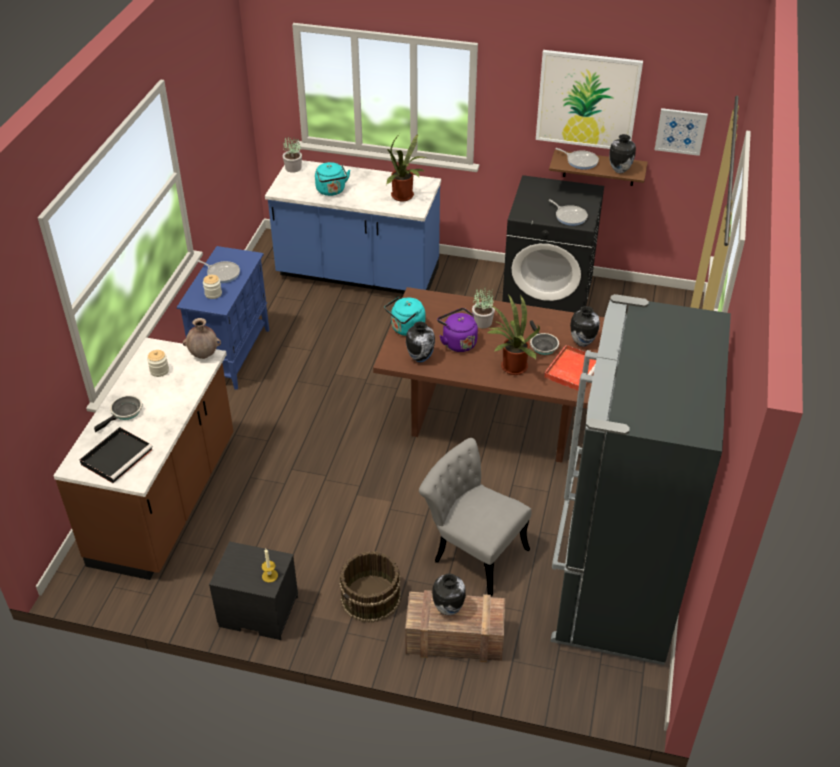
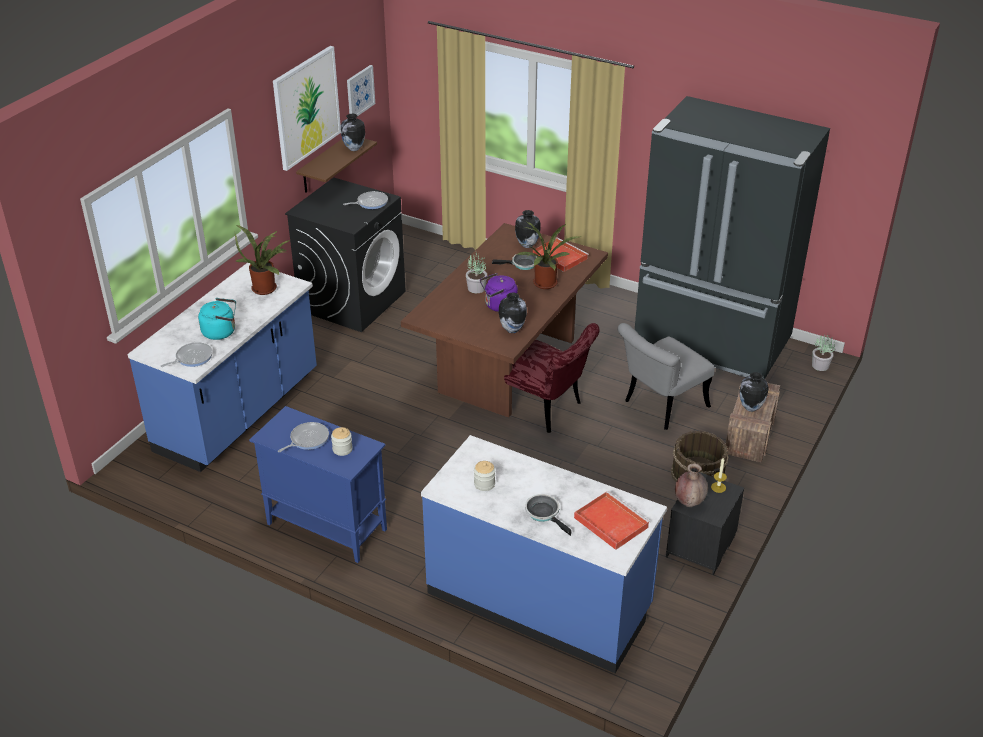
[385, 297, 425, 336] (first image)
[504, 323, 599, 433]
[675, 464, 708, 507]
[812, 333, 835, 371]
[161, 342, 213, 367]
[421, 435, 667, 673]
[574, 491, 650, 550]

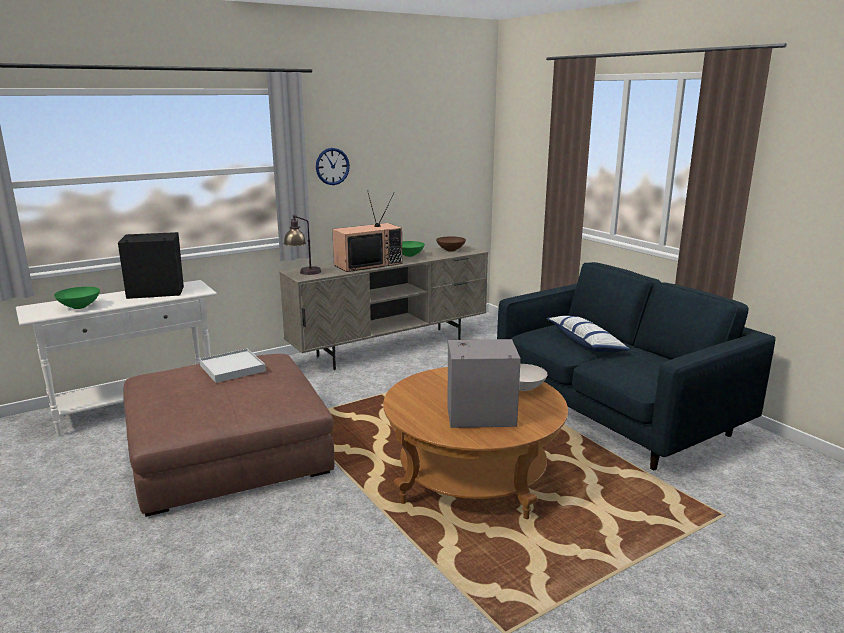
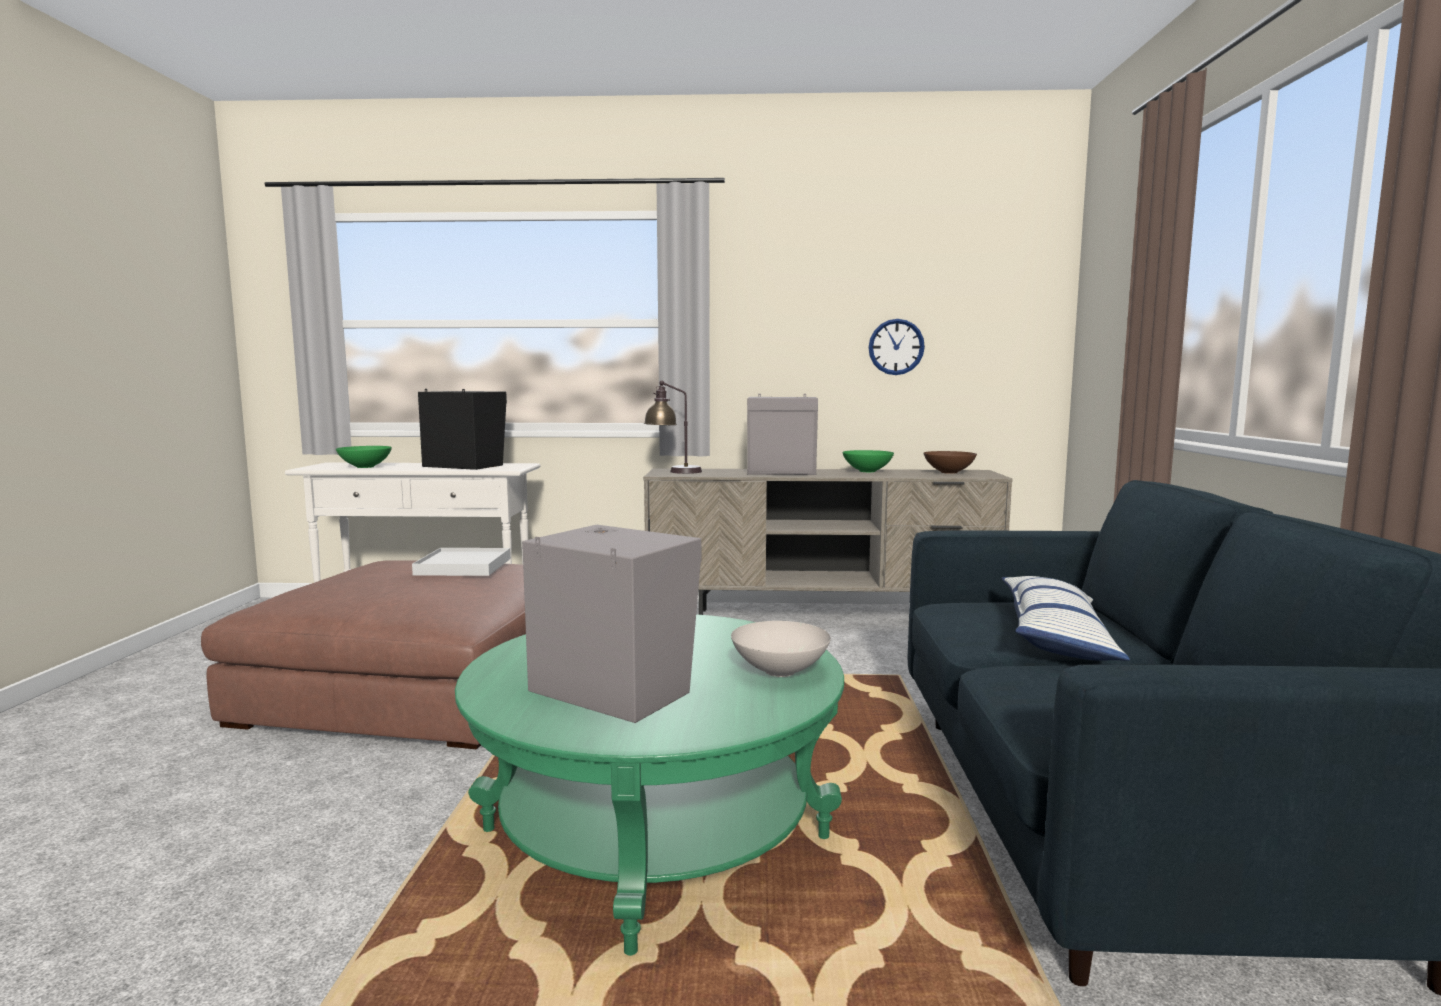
[868, 319, 925, 375]
[747, 394, 818, 475]
[455, 615, 844, 956]

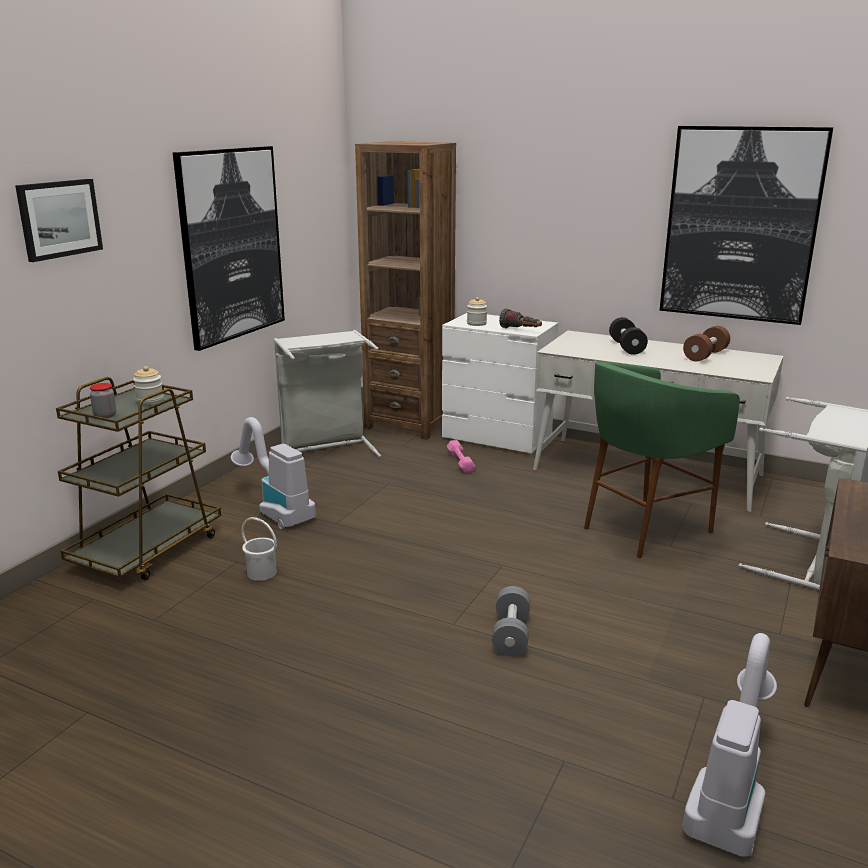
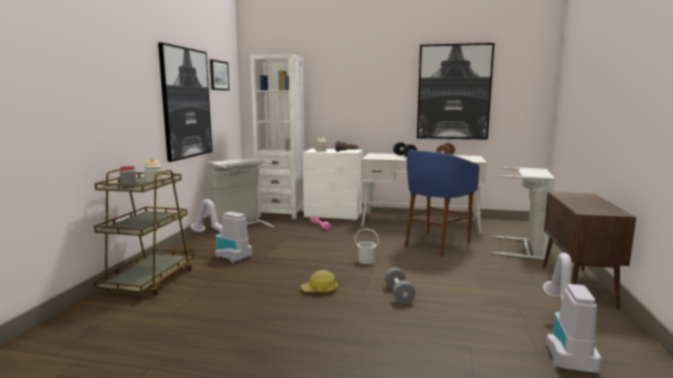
[301, 270, 338, 292]
[210, 59, 229, 91]
[355, 228, 379, 264]
[250, 54, 304, 219]
[405, 151, 479, 256]

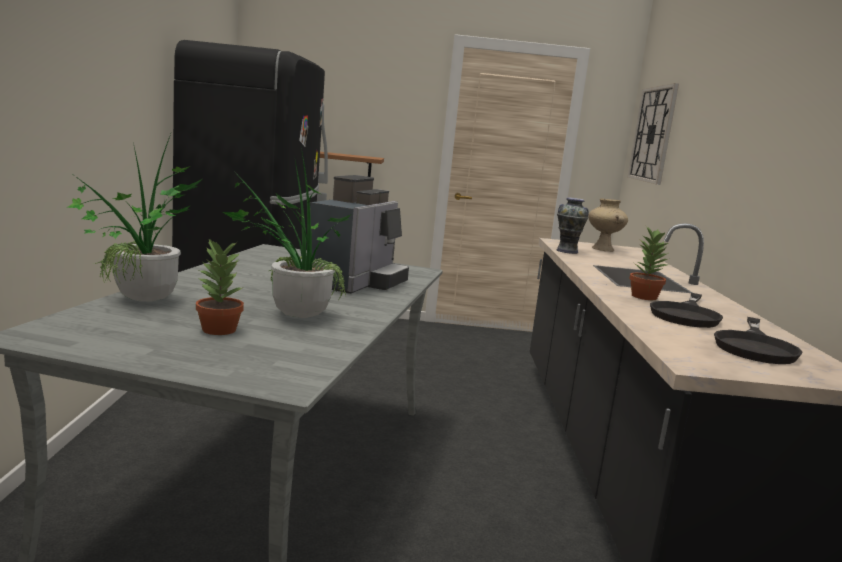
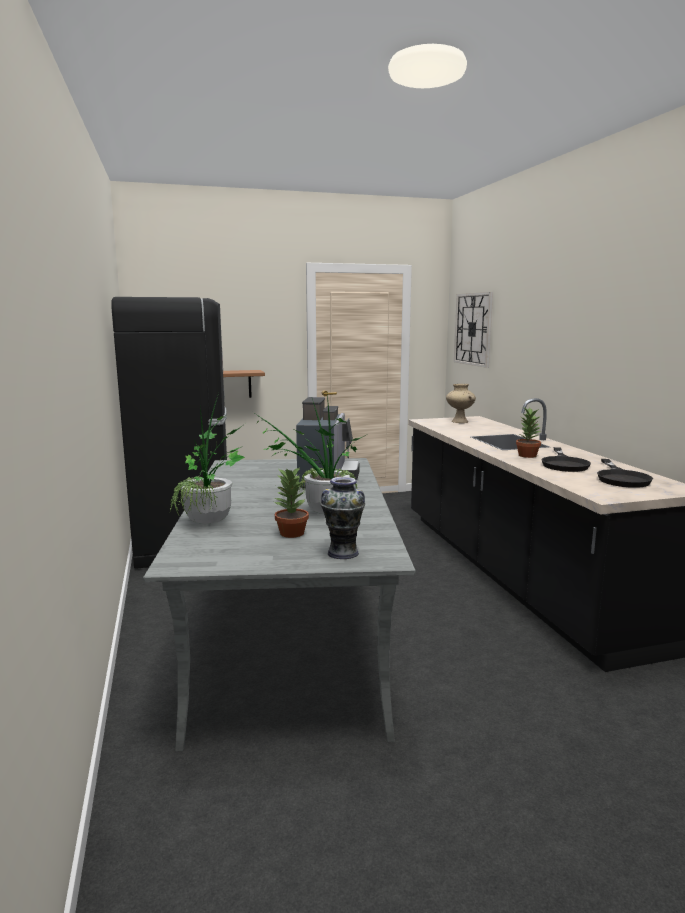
[320, 477, 365, 559]

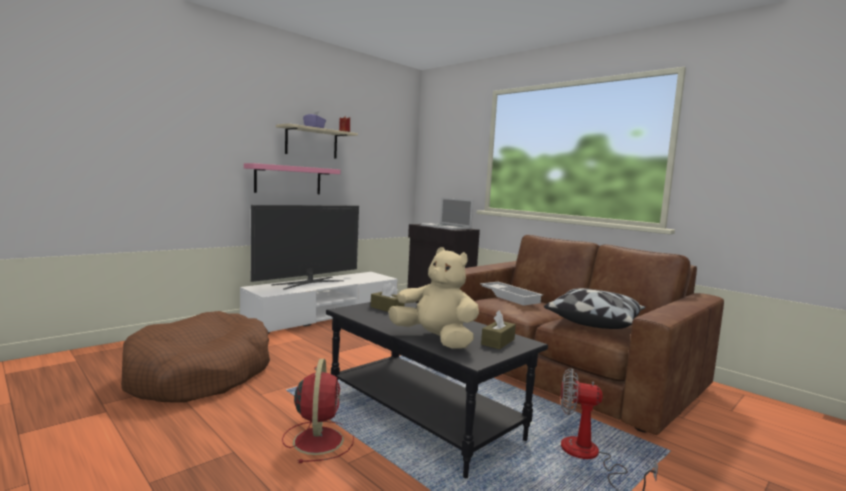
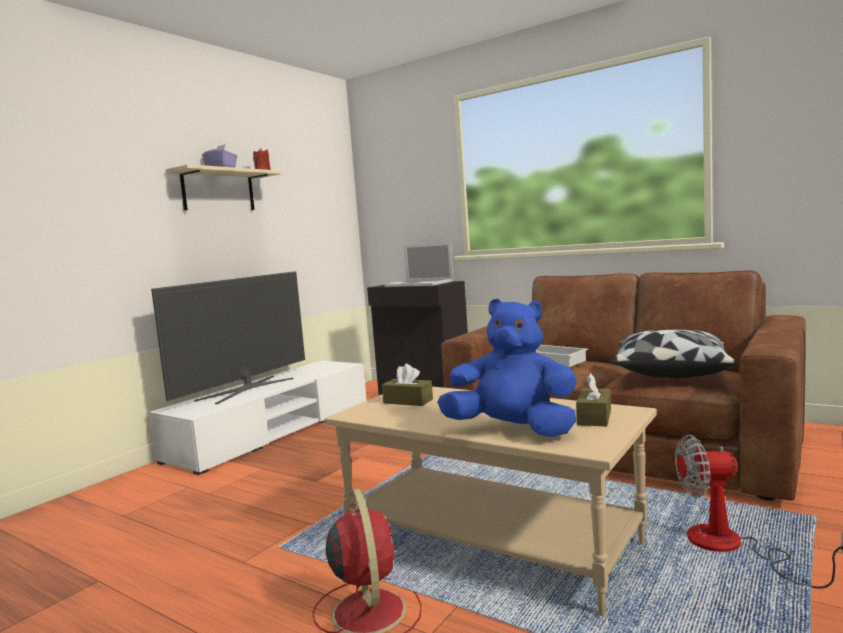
[121, 311, 270, 403] (first image)
[244, 163, 341, 194] (first image)
[324, 386, 657, 616]
[437, 299, 577, 437]

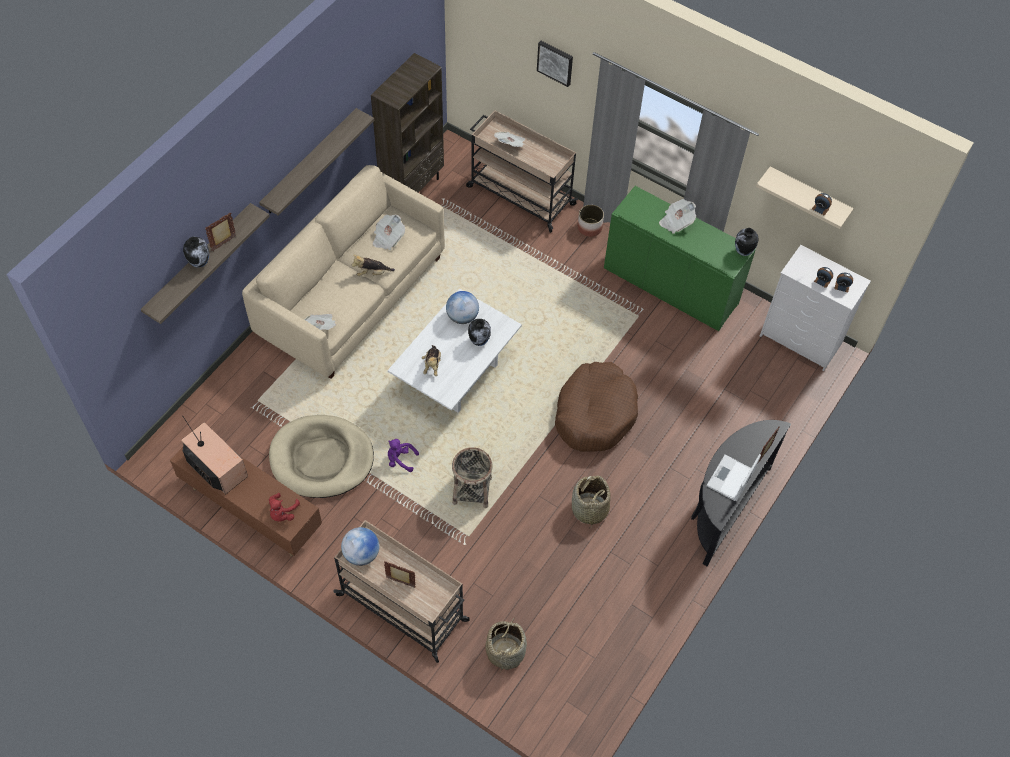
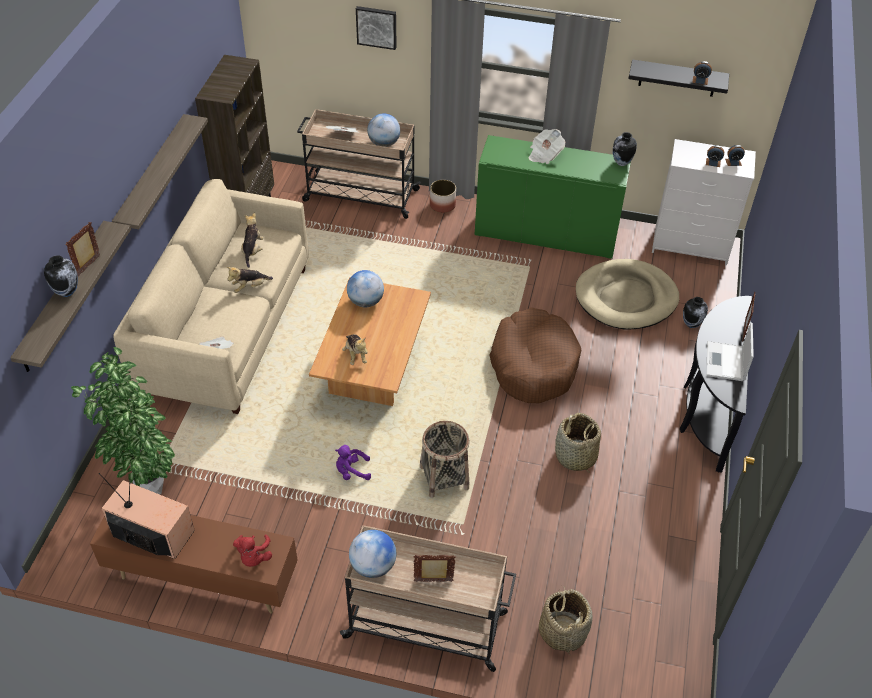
[71, 347, 175, 495]
[367, 114, 400, 147]
[576, 259, 679, 329]
[683, 297, 708, 328]
[241, 213, 264, 268]
[309, 277, 431, 406]
[628, 59, 729, 97]

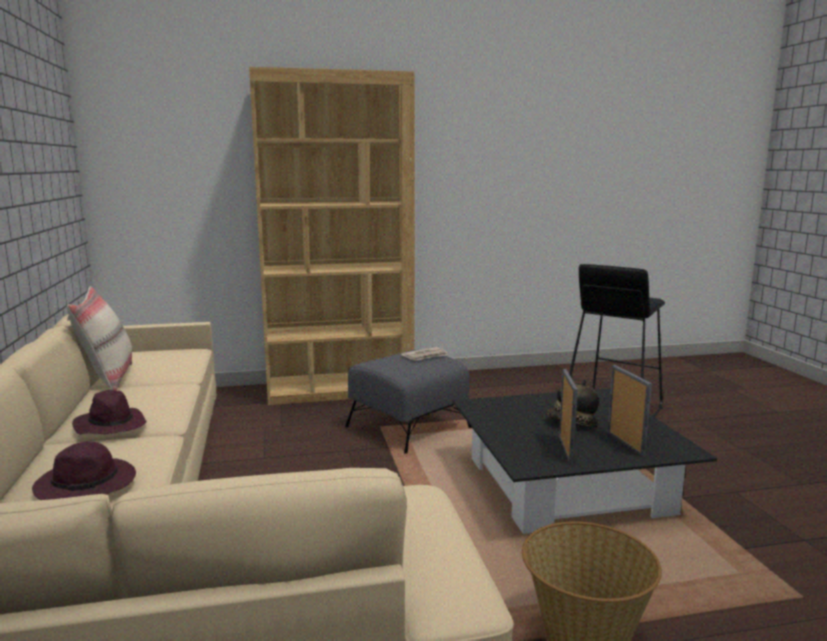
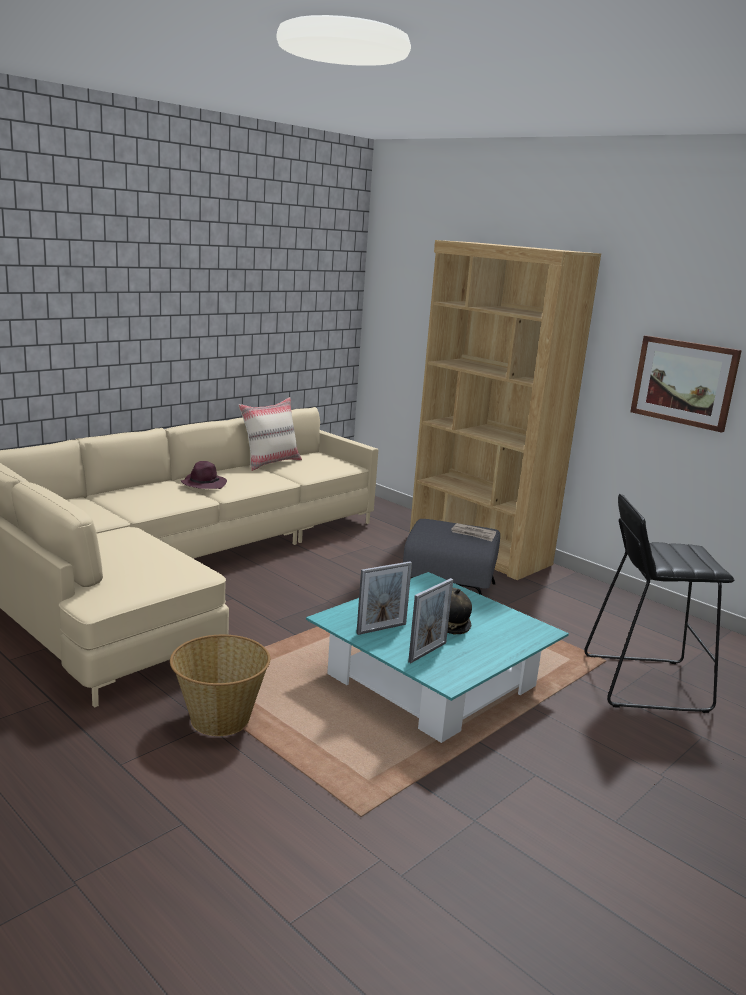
[32, 441, 136, 500] (first image)
[630, 335, 742, 433]
[306, 572, 569, 743]

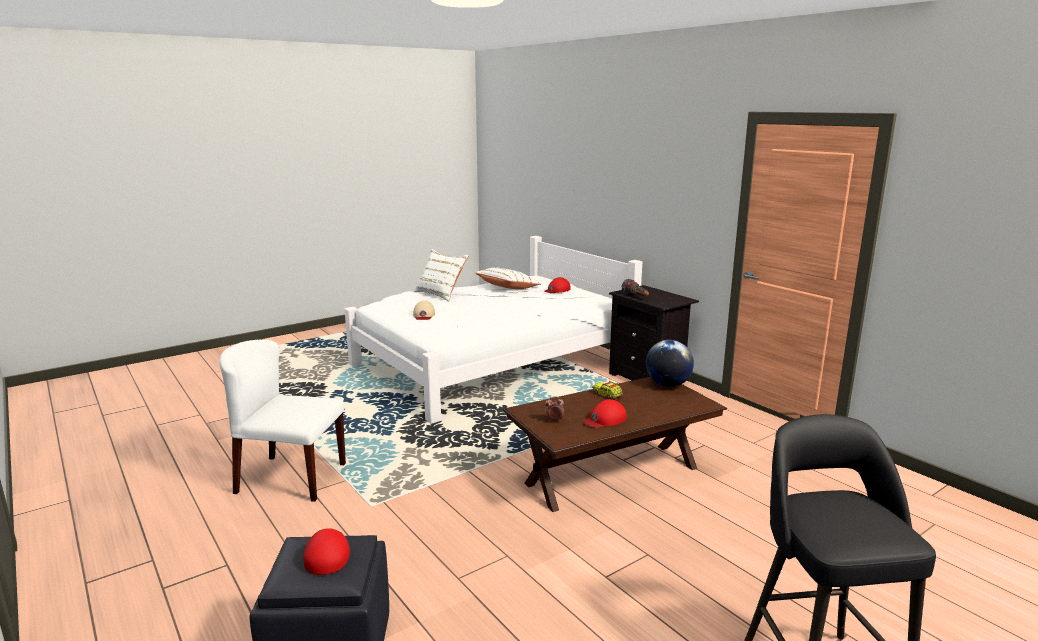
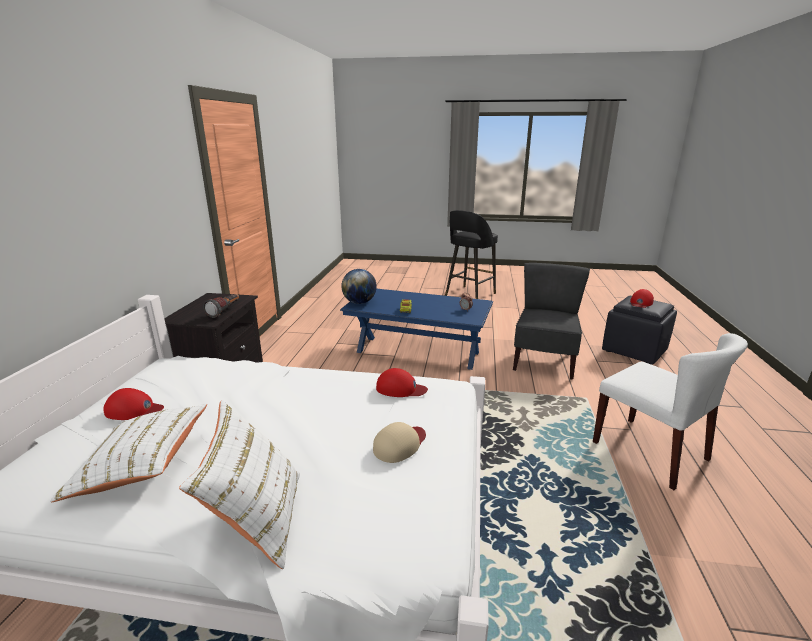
[513, 263, 590, 380]
[376, 368, 428, 397]
[340, 289, 493, 370]

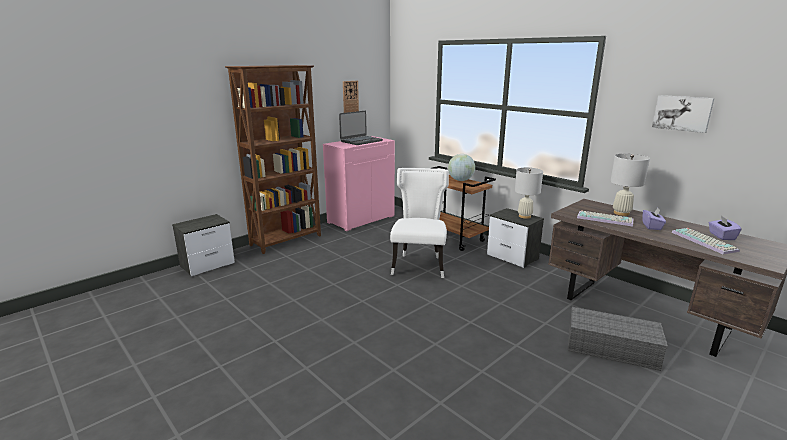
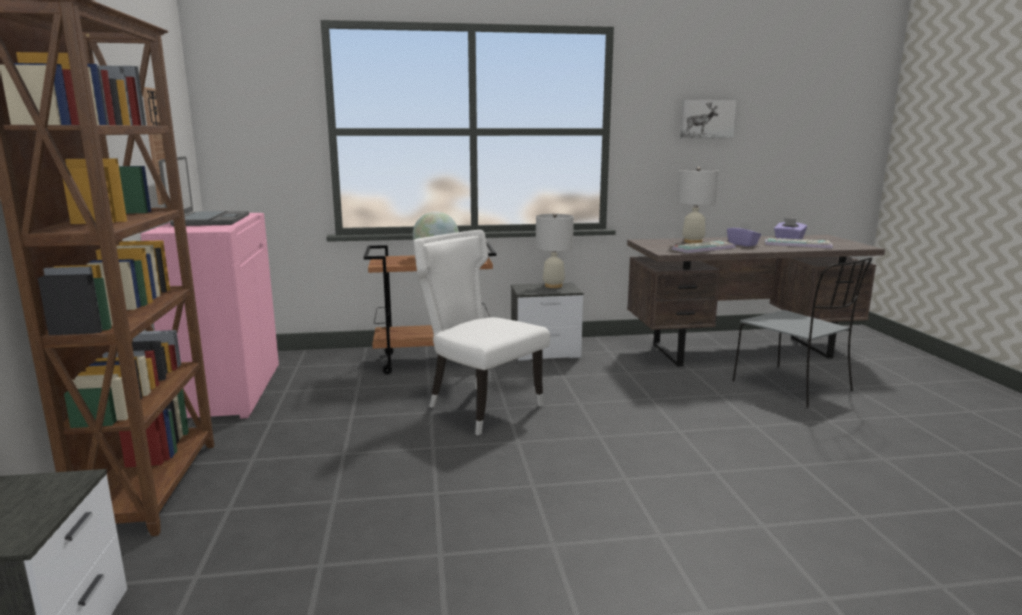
[732, 257, 872, 408]

